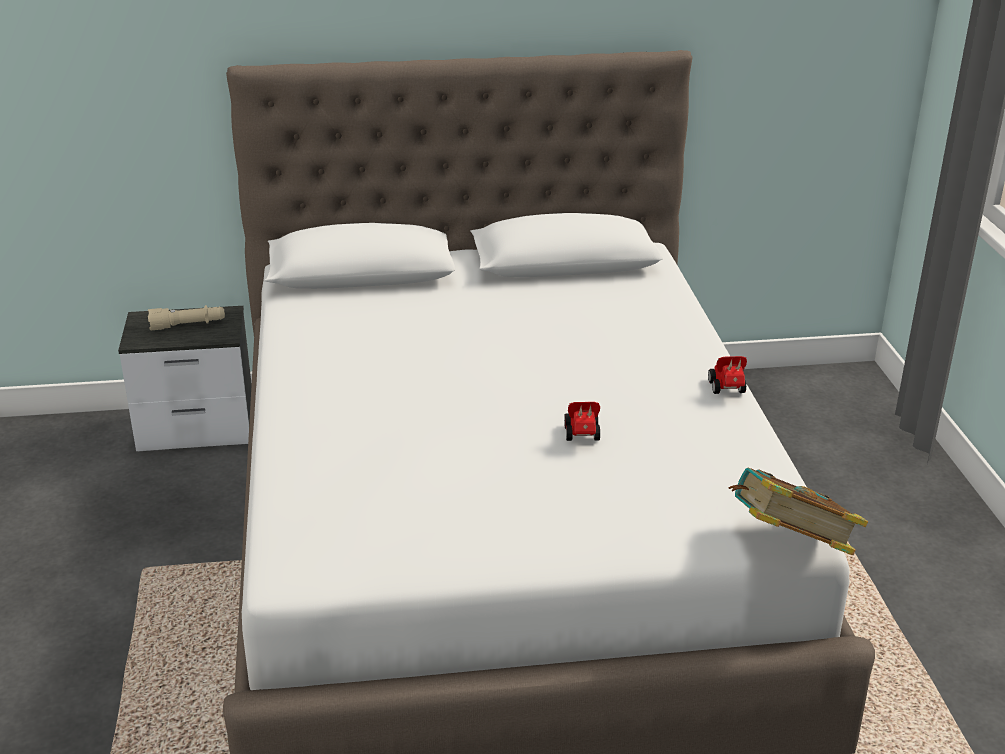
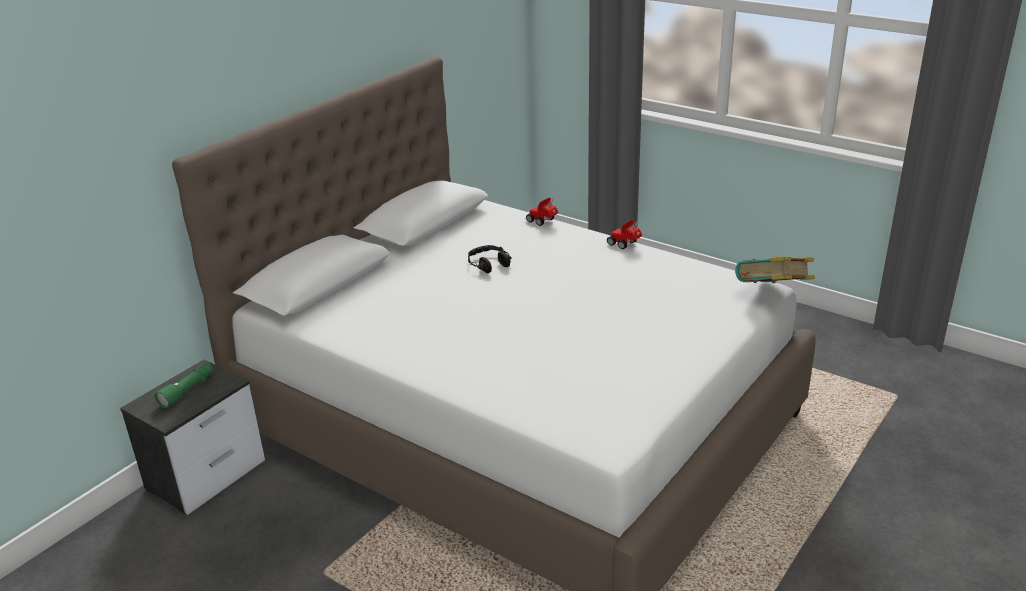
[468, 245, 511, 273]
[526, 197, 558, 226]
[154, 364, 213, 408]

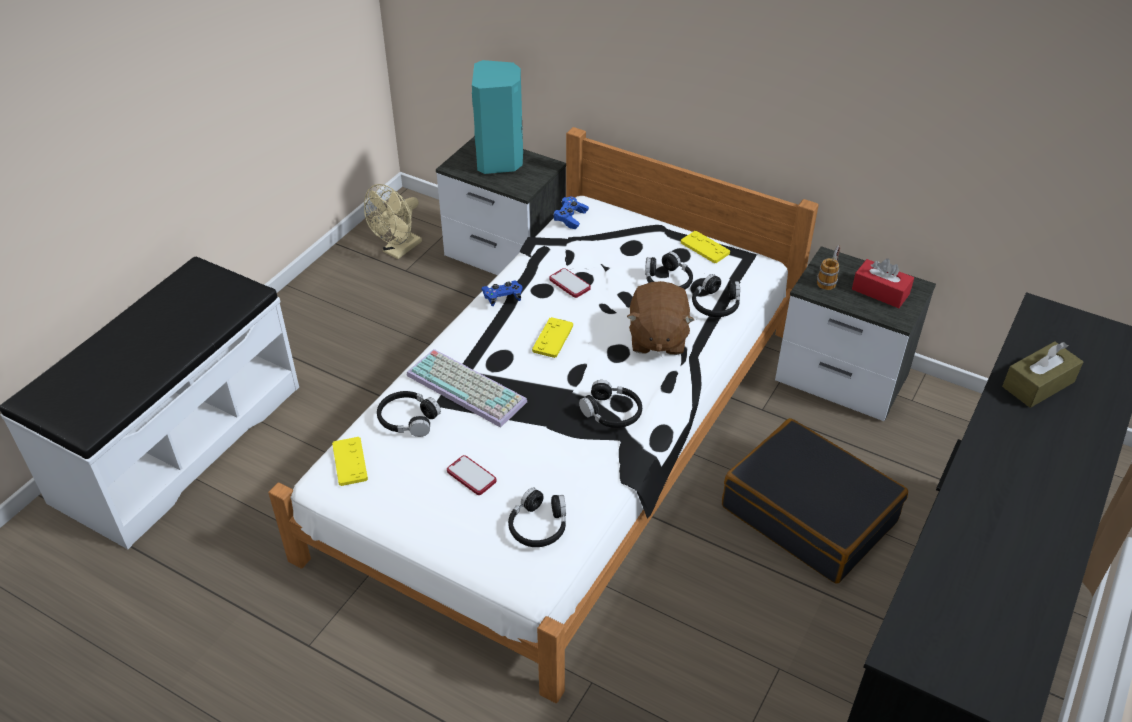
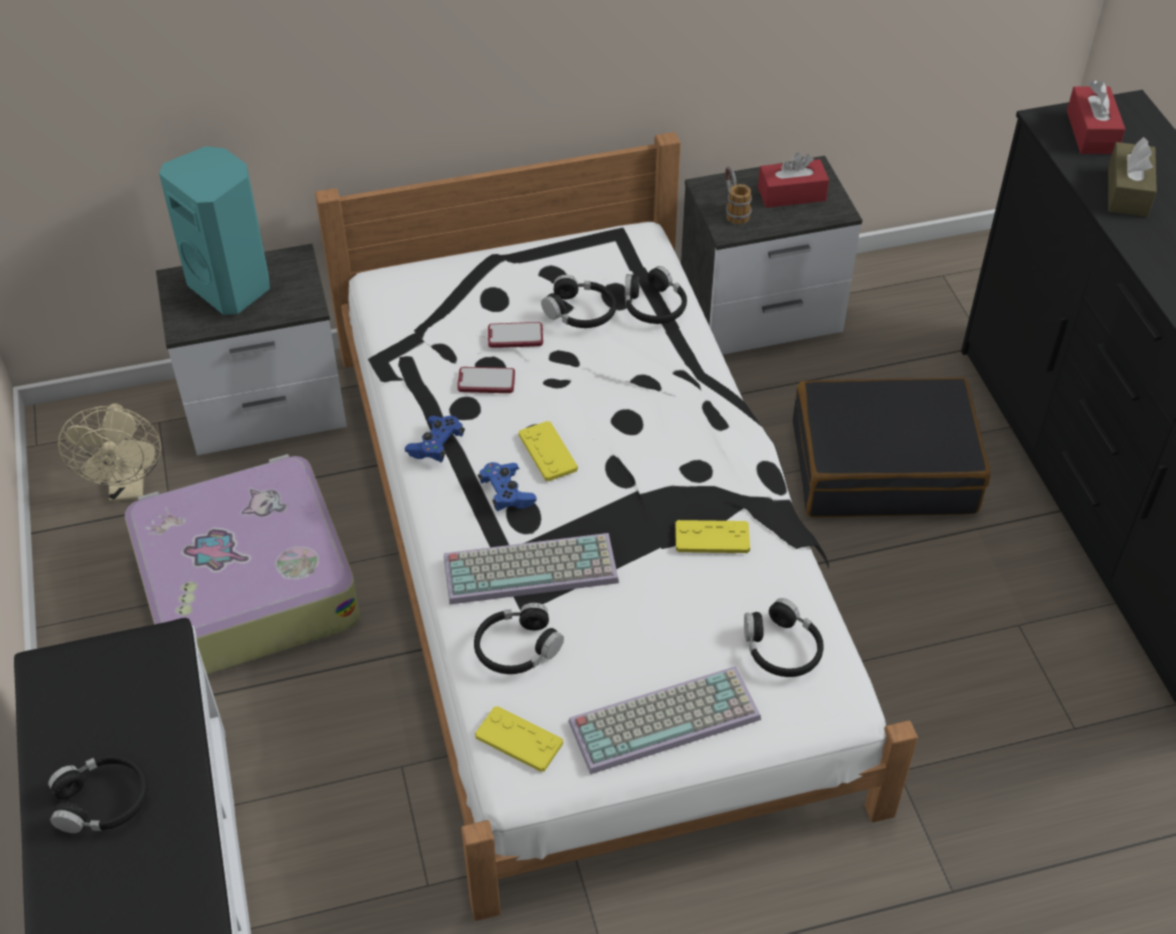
[627, 281, 694, 355] (first image)
[125, 454, 360, 675]
[568, 666, 761, 774]
[1067, 80, 1125, 154]
[488, 322, 543, 348]
[478, 462, 537, 511]
[48, 755, 148, 833]
[675, 520, 750, 553]

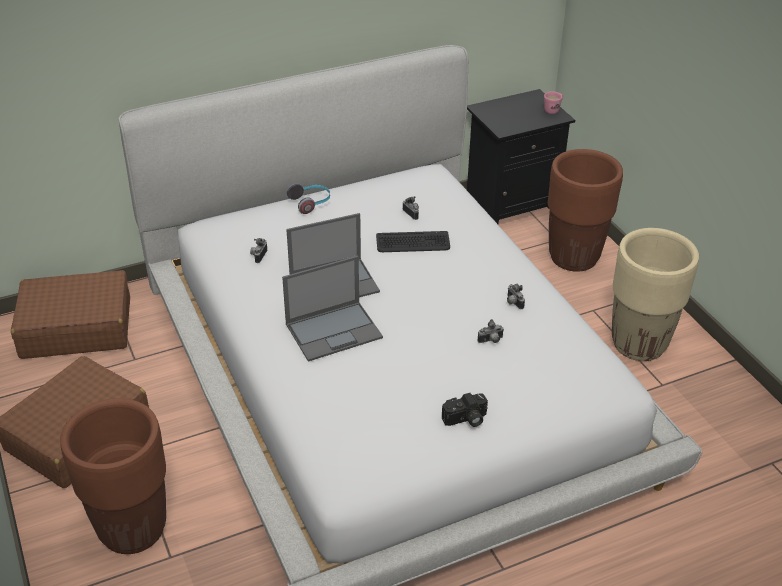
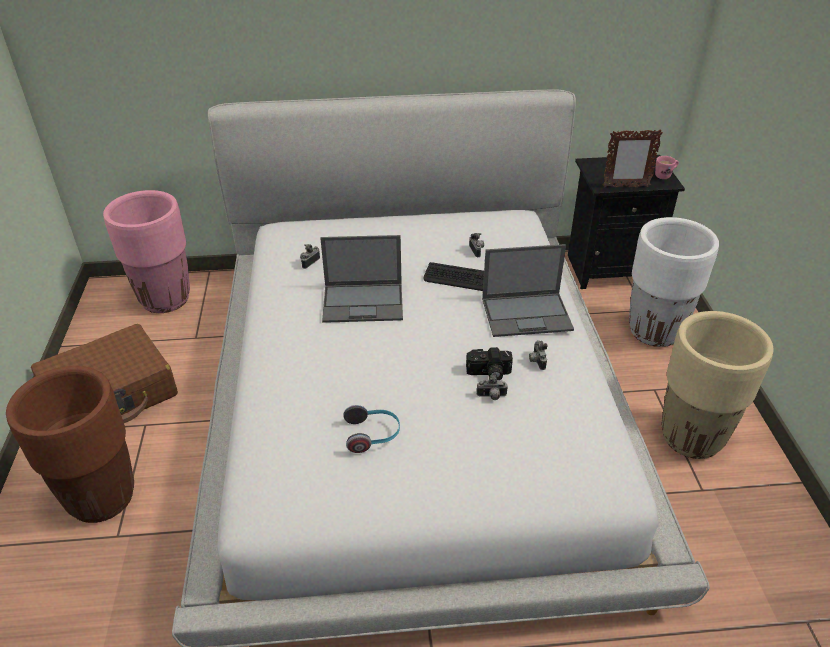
[602, 130, 663, 188]
[482, 244, 574, 337]
[343, 405, 400, 453]
[466, 347, 513, 380]
[103, 190, 190, 313]
[629, 217, 719, 347]

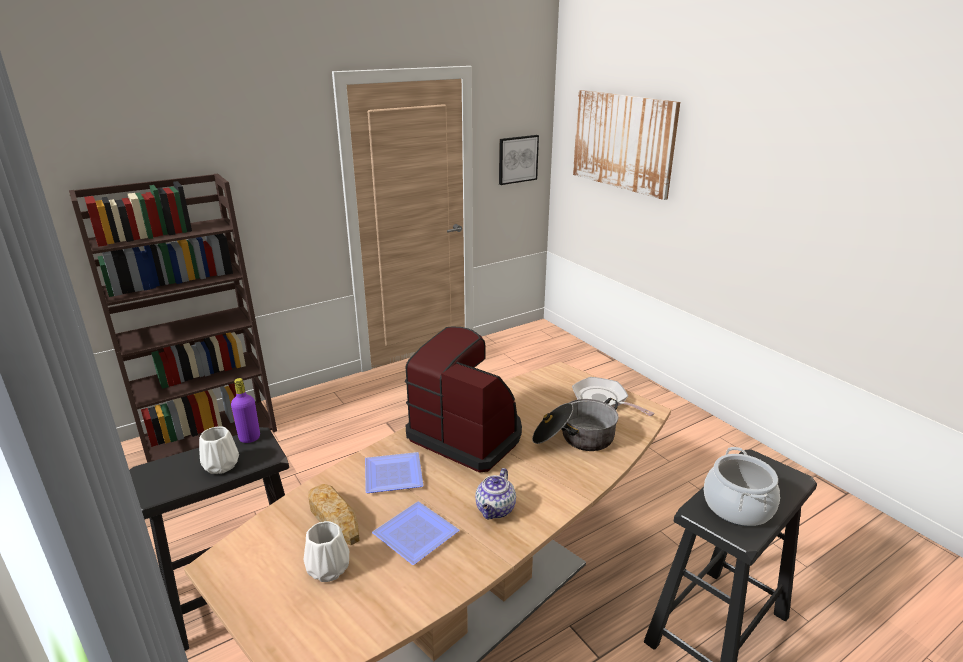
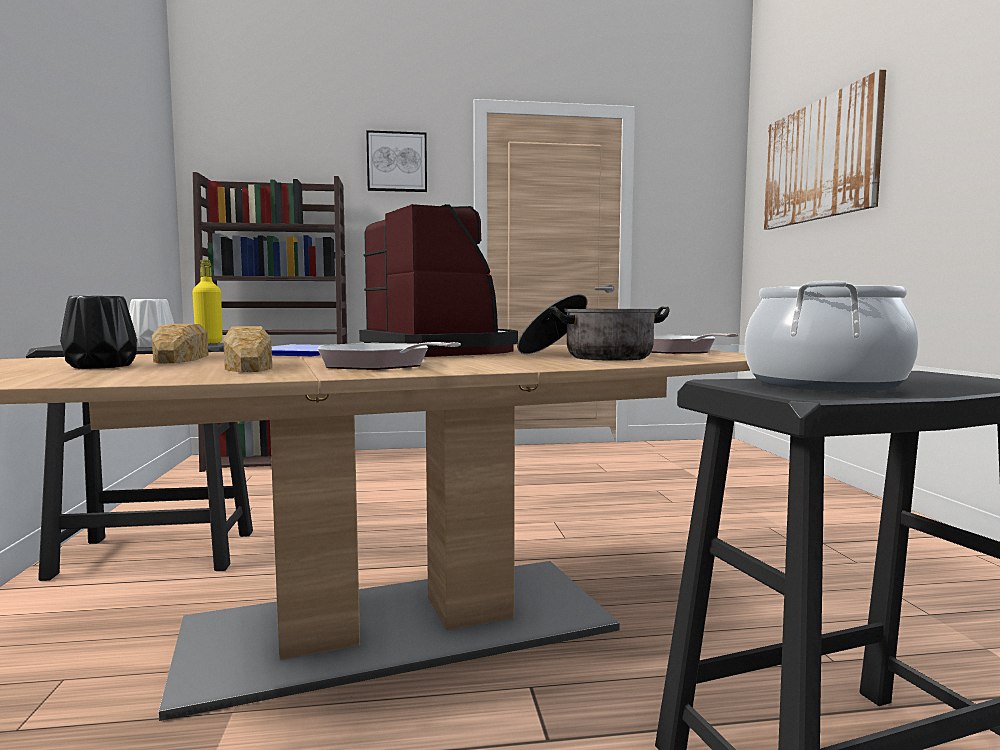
[366, 130, 427, 192]
[223, 326, 272, 372]
[318, 342, 461, 370]
[192, 259, 223, 343]
[60, 296, 137, 369]

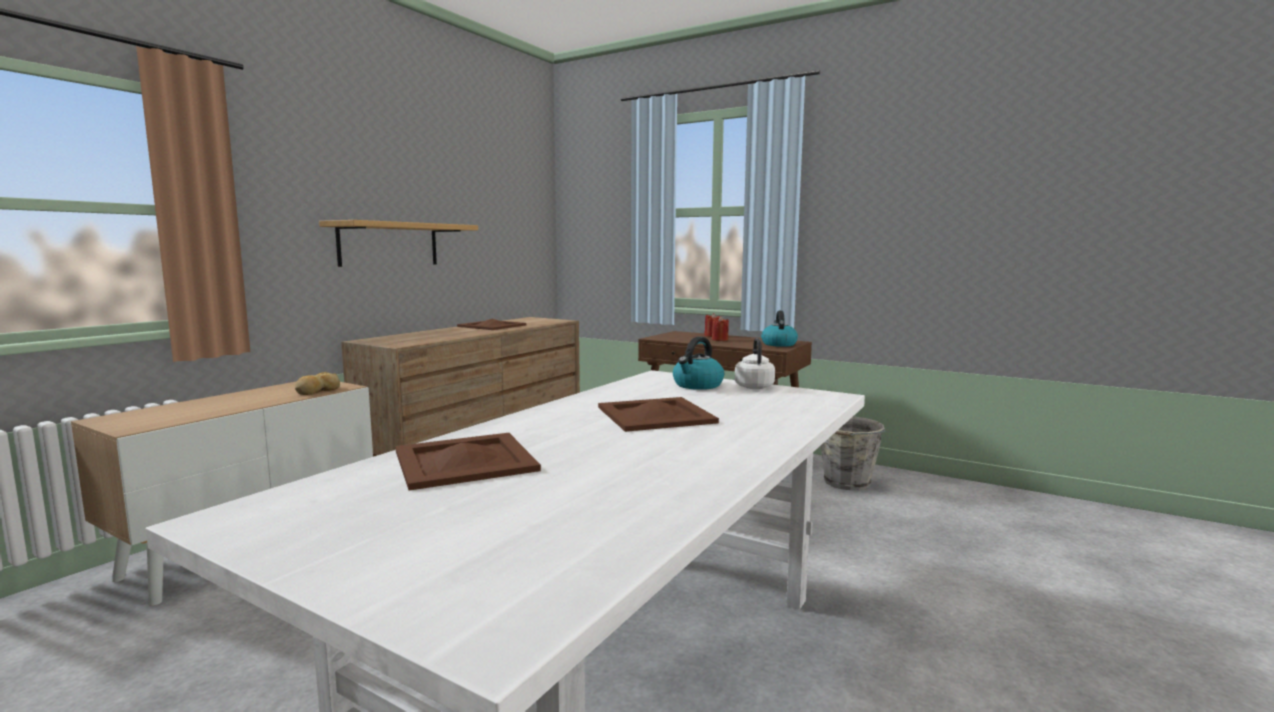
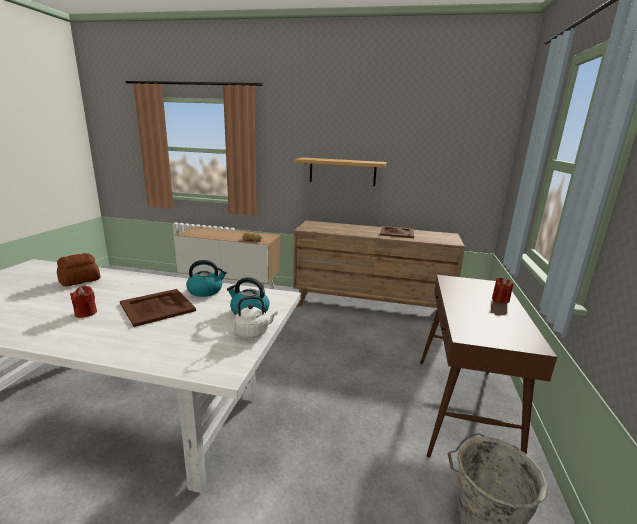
[70, 286, 97, 318]
[186, 260, 227, 297]
[57, 253, 100, 286]

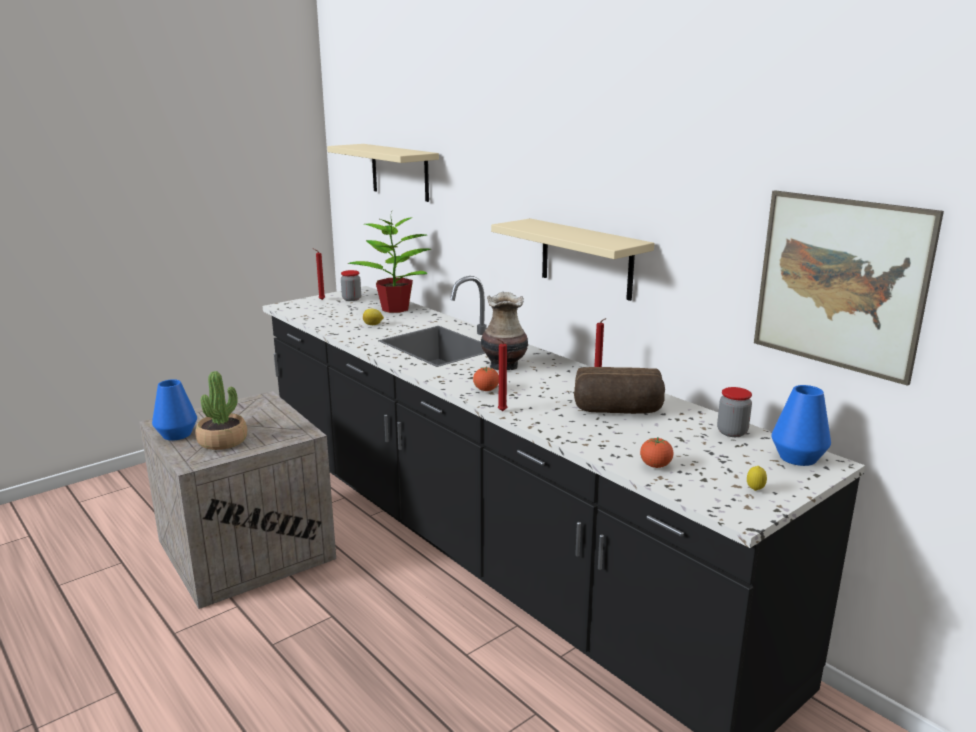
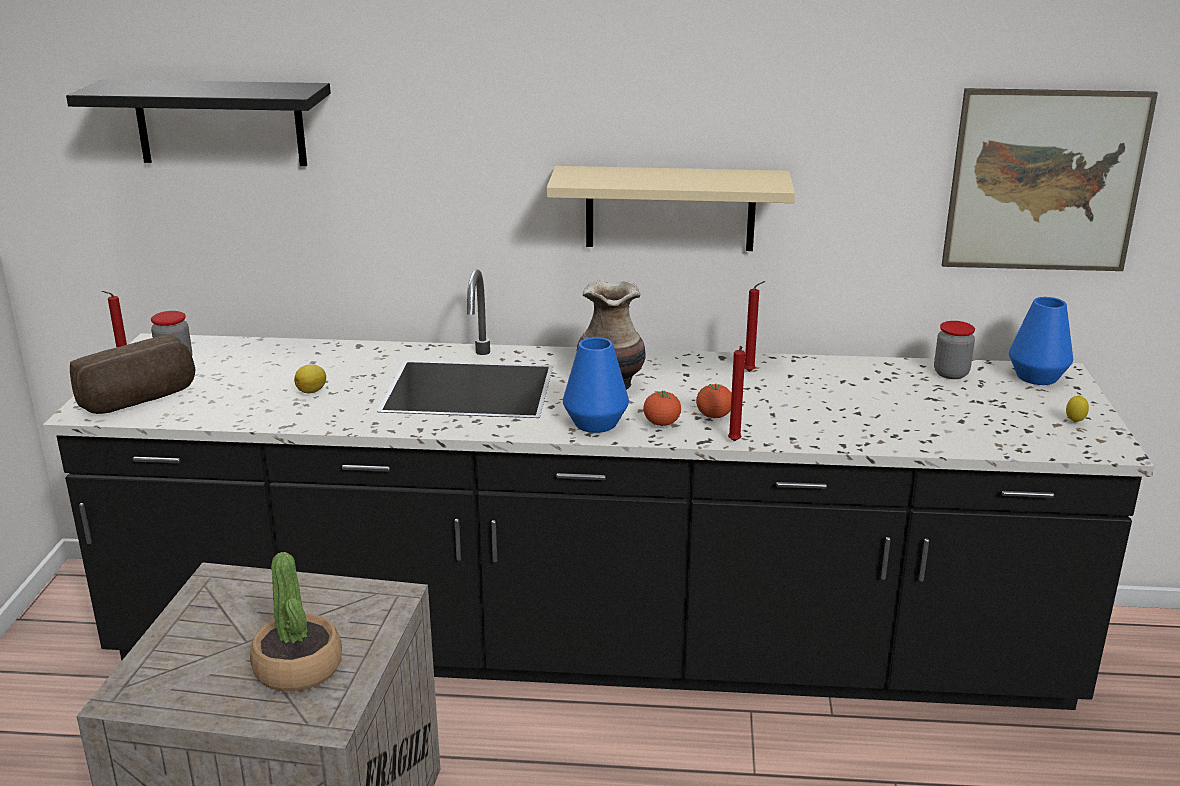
[348, 212, 431, 313] (first image)
[563, 337, 629, 433]
[70, 334, 196, 414]
[696, 383, 732, 418]
[66, 79, 331, 166]

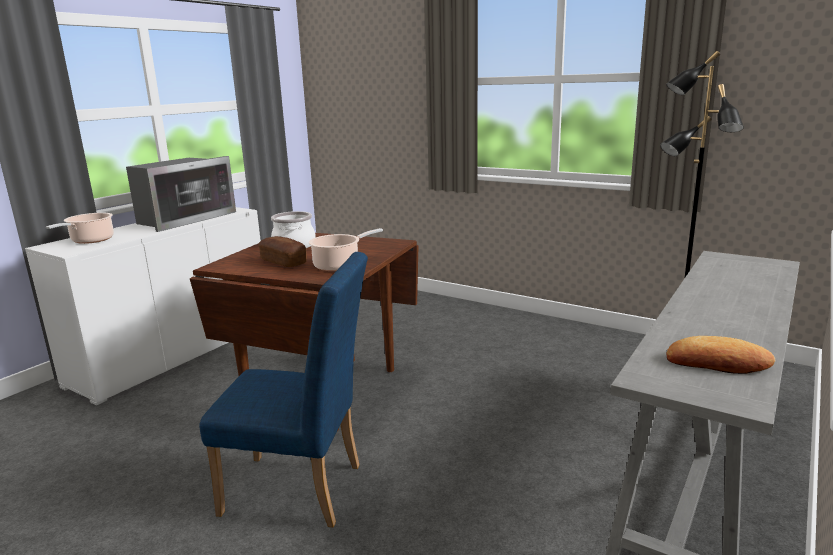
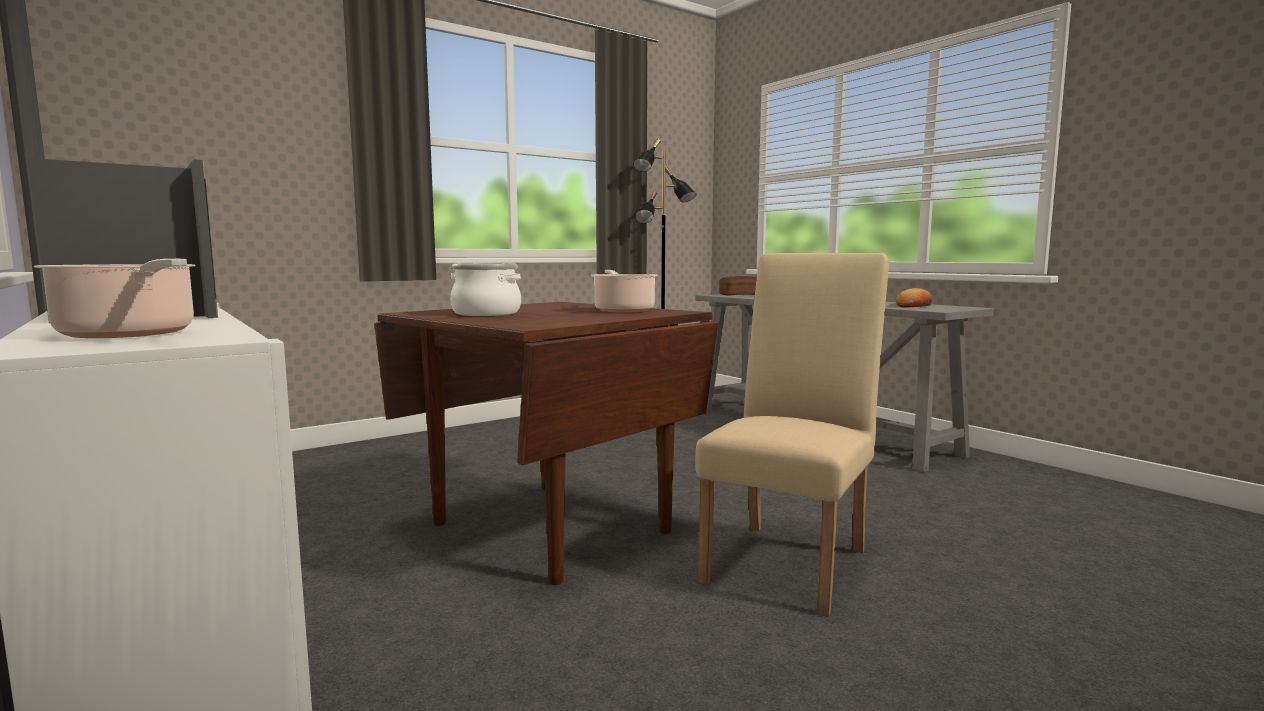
[719, 276, 757, 296]
[696, 253, 889, 617]

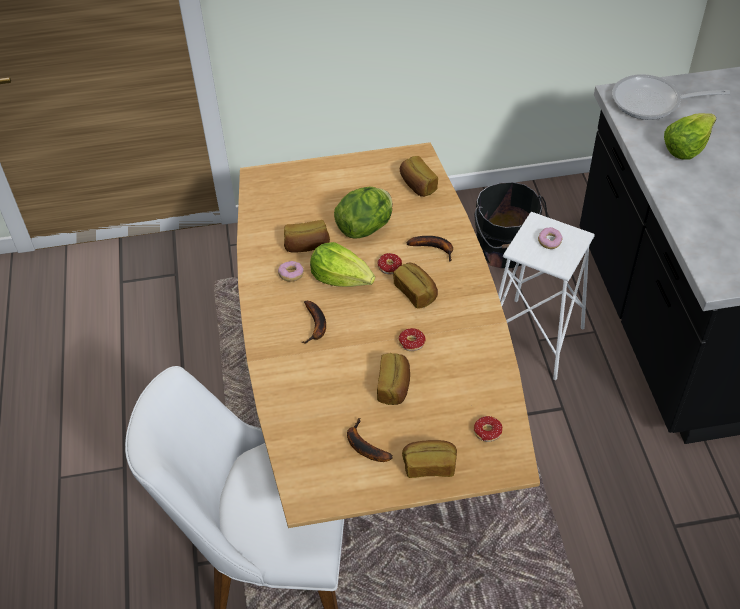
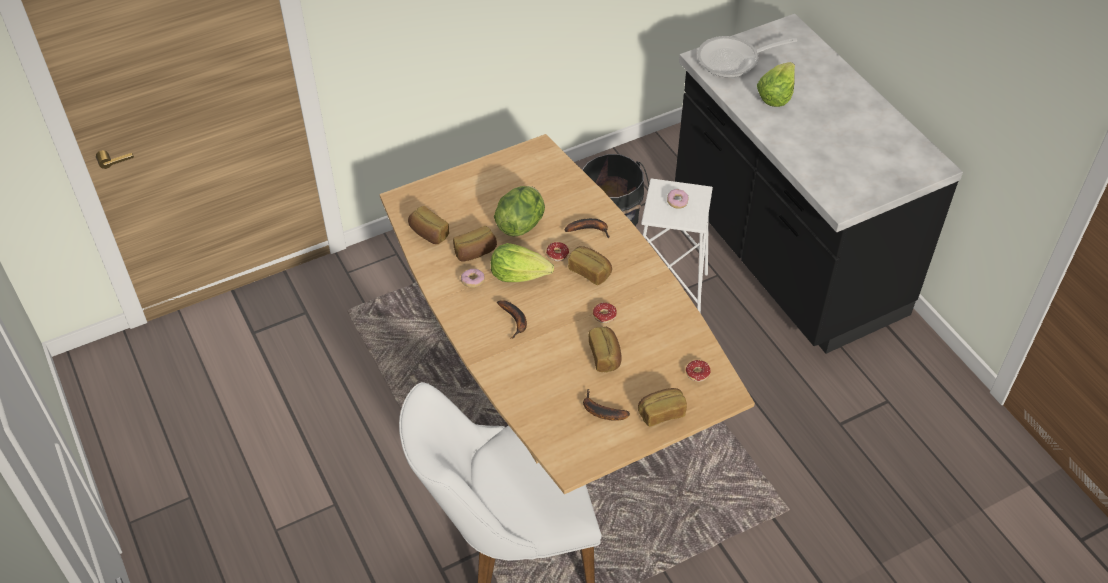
[408, 206, 449, 244]

